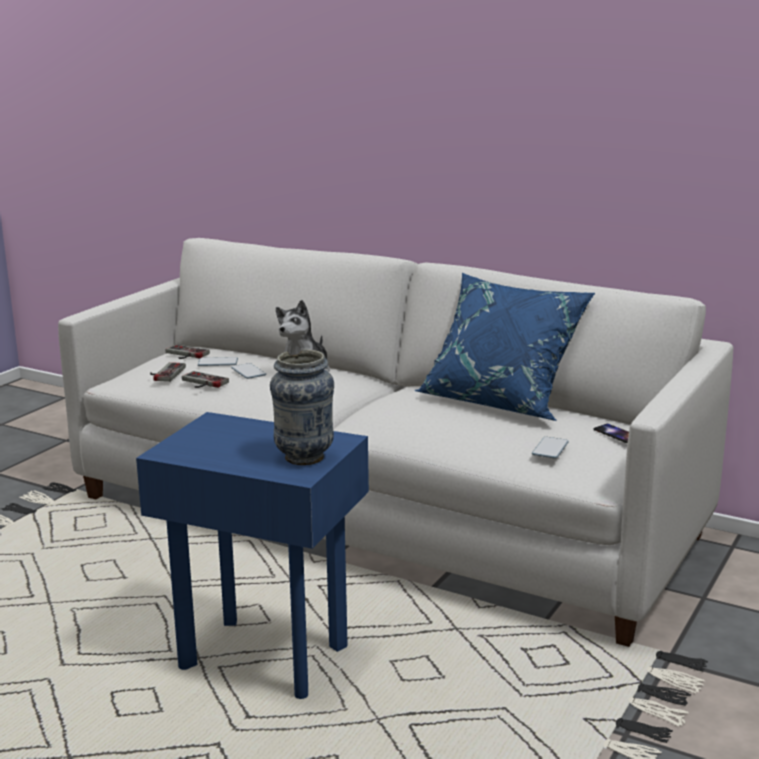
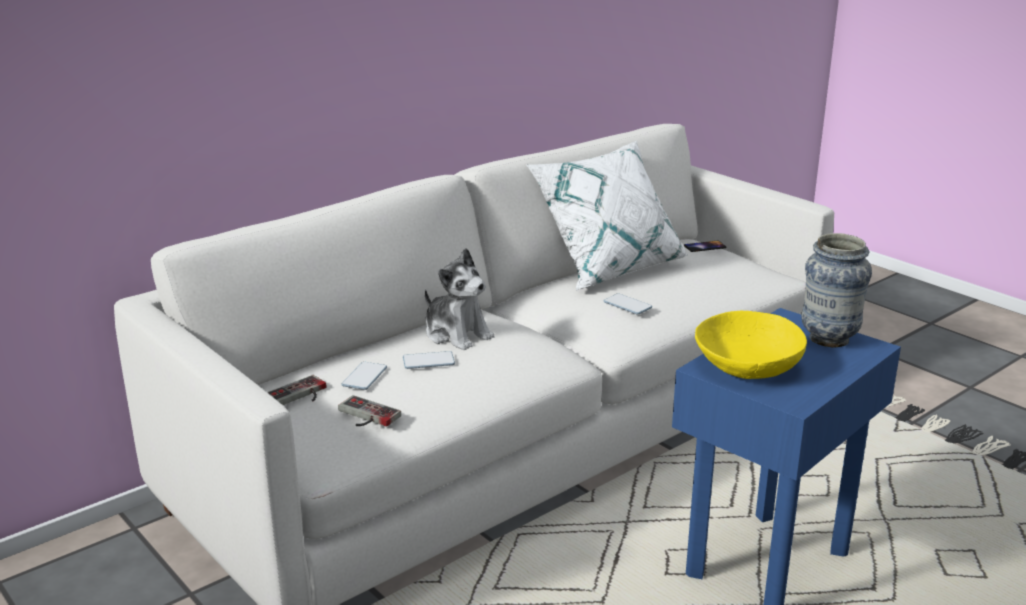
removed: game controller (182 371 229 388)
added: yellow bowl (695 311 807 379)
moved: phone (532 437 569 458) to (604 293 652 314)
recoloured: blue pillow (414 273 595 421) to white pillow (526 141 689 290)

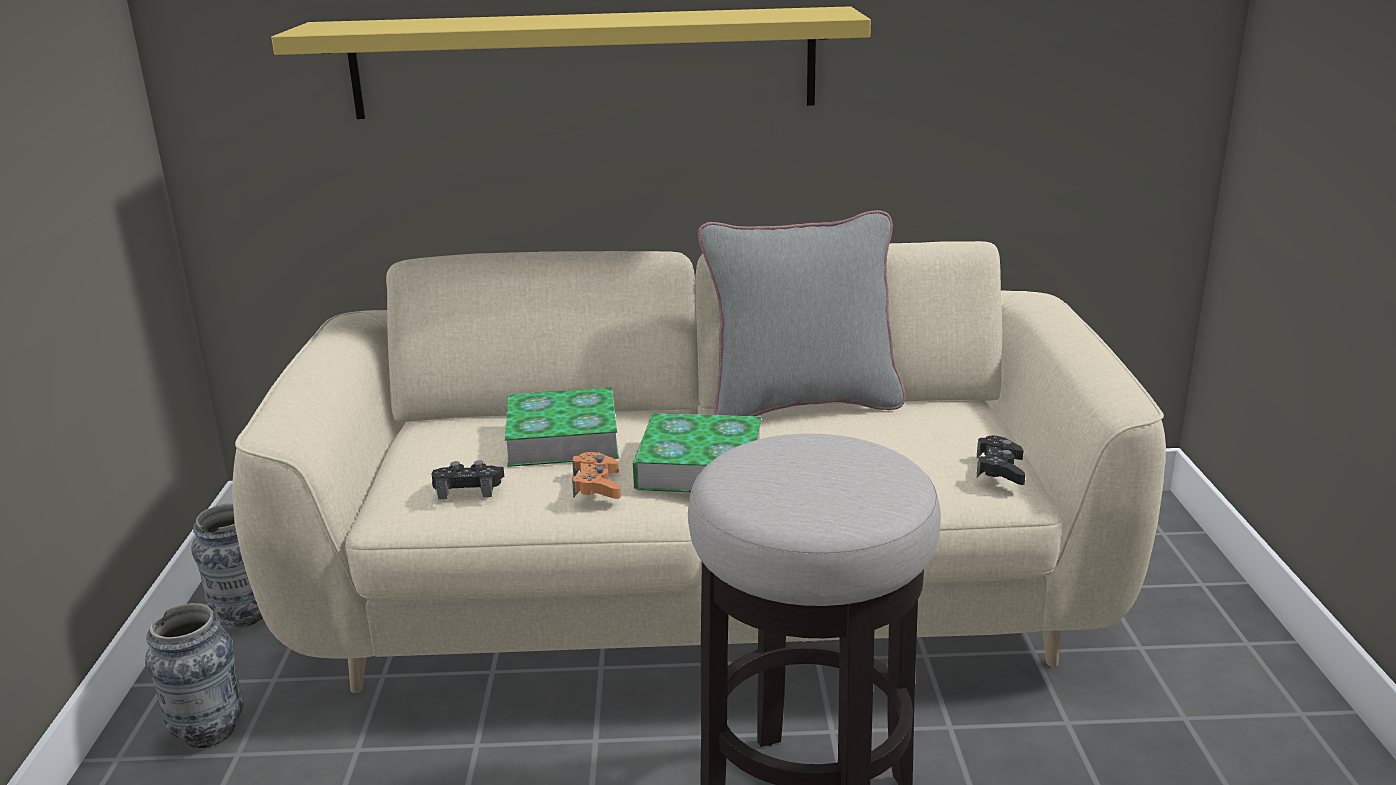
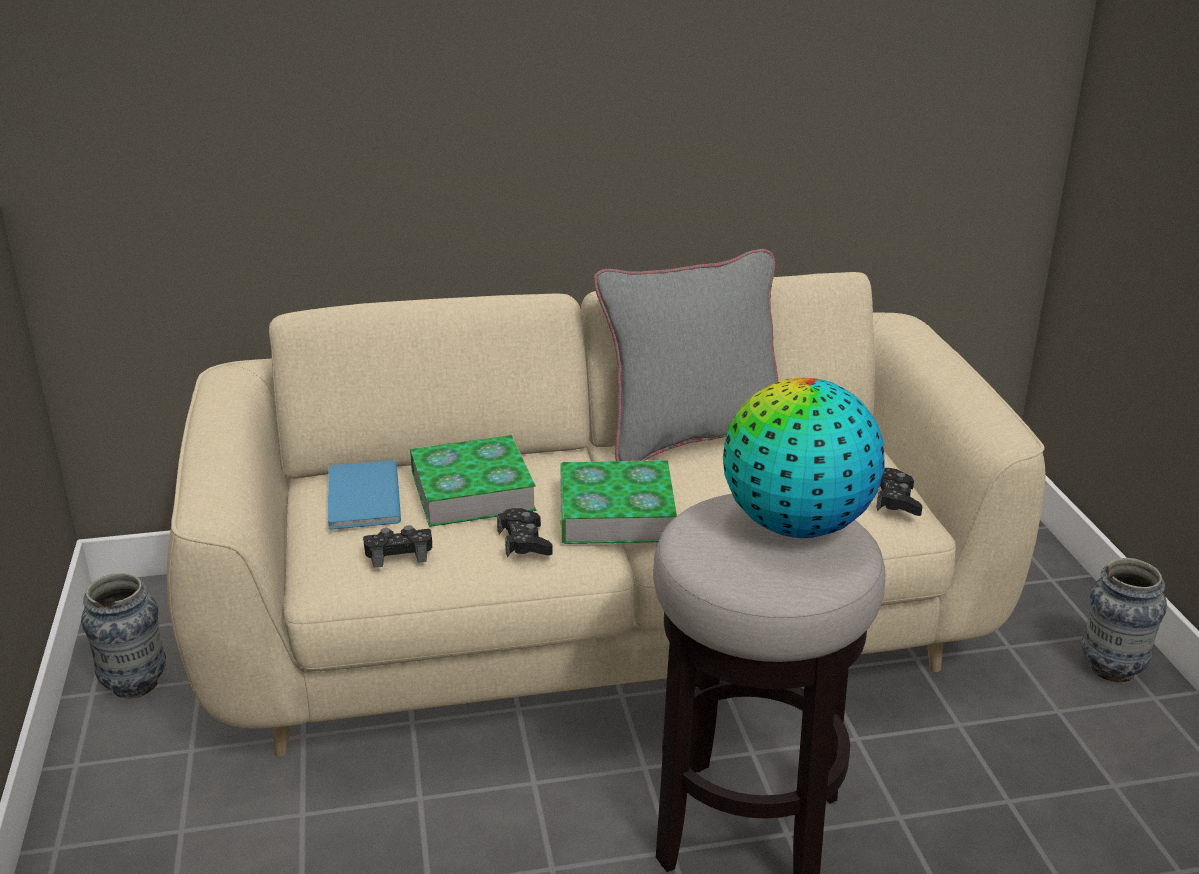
removed: yellow shelf (271 6 871 119)
added: globe (723 378 885 538); blue book (328 460 401 530)
moved: vase (145 603 244 748) to (1082 558 1167 682)
recoloured: orange game controller (572 452 621 499) to black game controller (497 508 553 558)

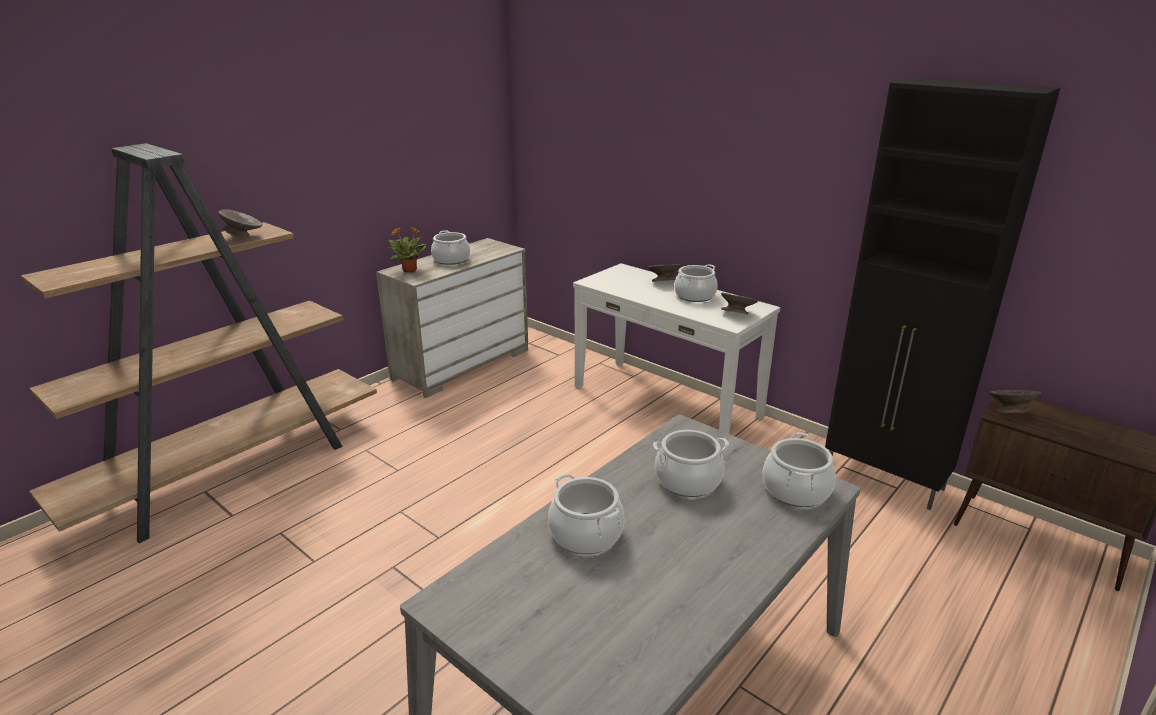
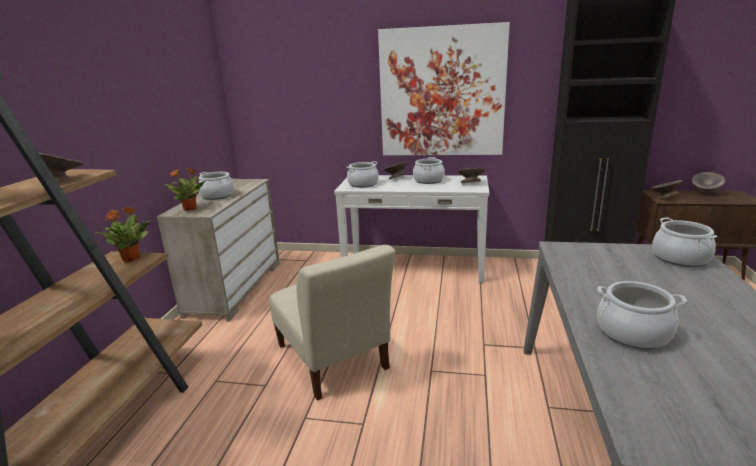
added: picture (378 22 510 155); grey bowl (692 172 726 195); potted plant (95 207 151 262); beige chair (269 245 396 400)
moved: cooking pot (653 430 729 497) to (347 161 379 188)

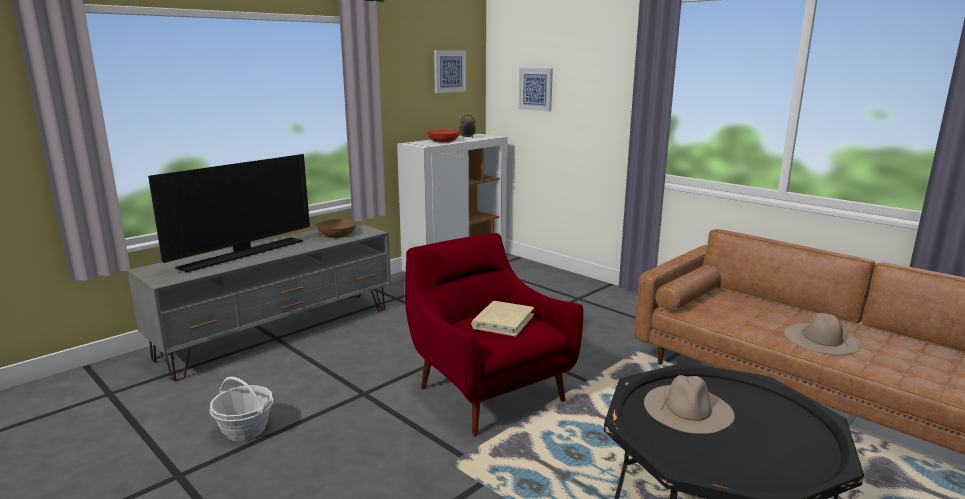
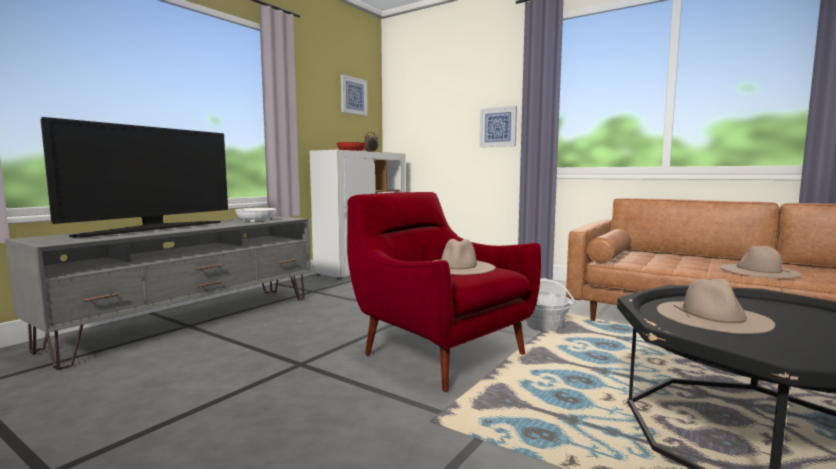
moved: picture (518 68 553 112) to (480 106 517 147); basket (210 377 273 441) to (525 279 575 331)
replaced: beige book (471 301 534 337) to beige hat (434 239 496 275)
recoloured: brown bowl (317 219 356 238) to white bowl (235 208 276 221)

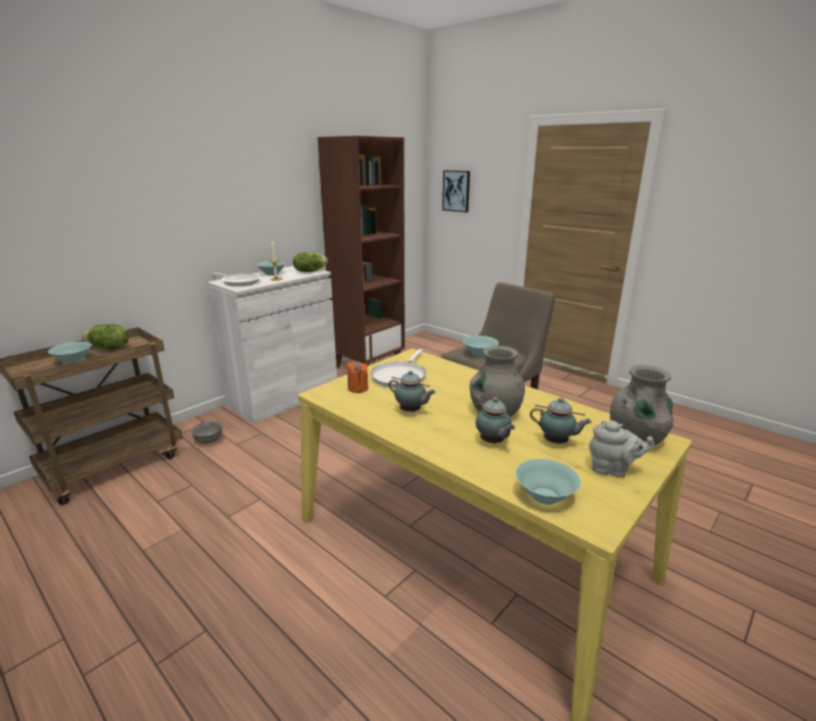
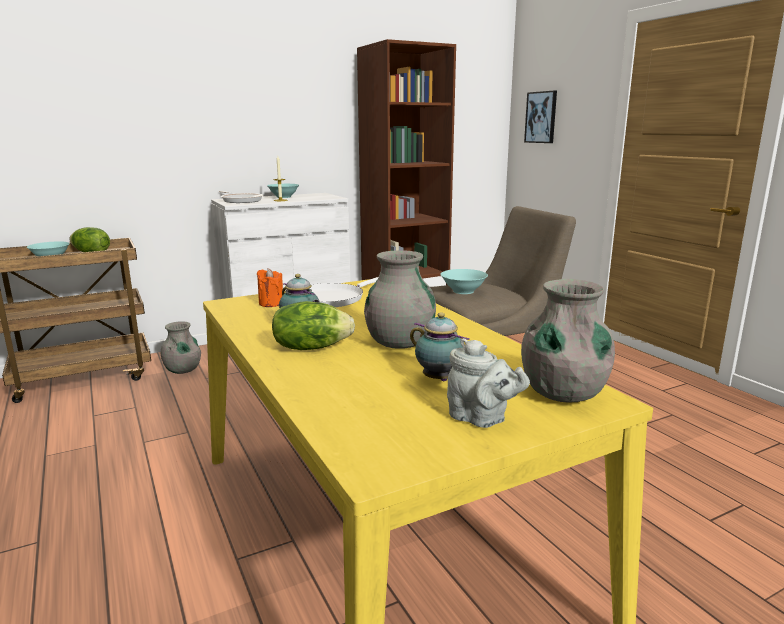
removed: teapot (476 397 515 444); turquoise bowl (516 459 581 505)
moved: lettuce (293 252 328 272) to (272 301 355 350)
replaced: grey bowl (191 421 223 444) to grey vase (161 321 201 374)

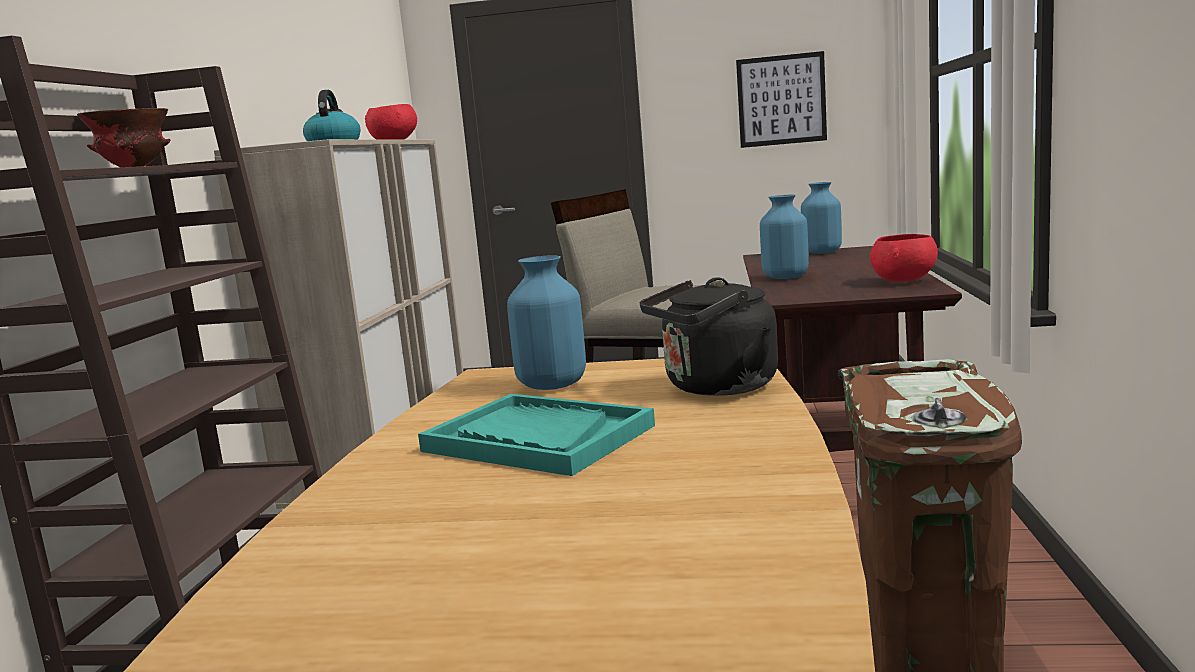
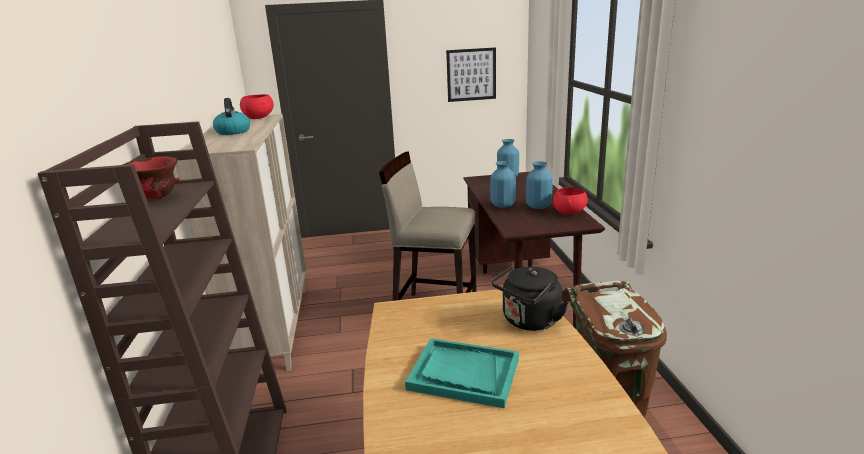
moved: blue vase (507 256 586 390) to (526 161 553 209)

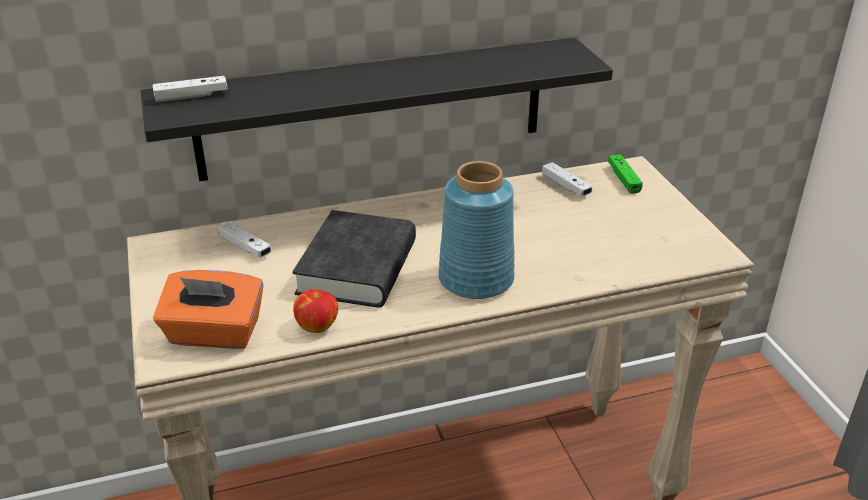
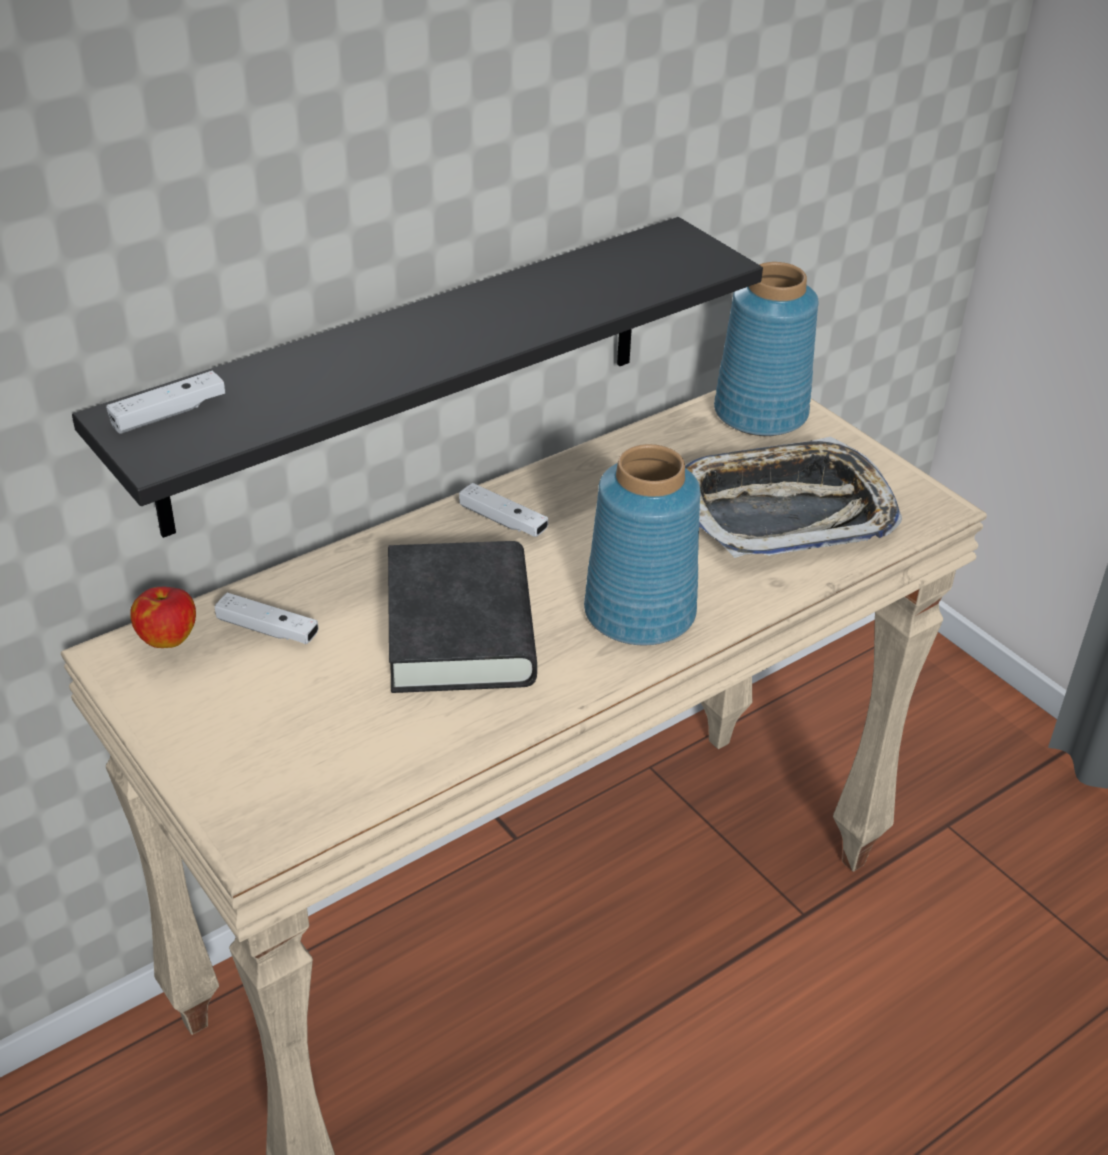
removed: orange tissue box (153 270 264 349)
added: tray (685 437 902 558)
moved: white game controller (542 162 592 196) to (459 483 548 537); apple (293 289 338 333) to (130 587 196 648)
replaced: green game controller (608 154 643 194) to blue vase (714 262 819 436)

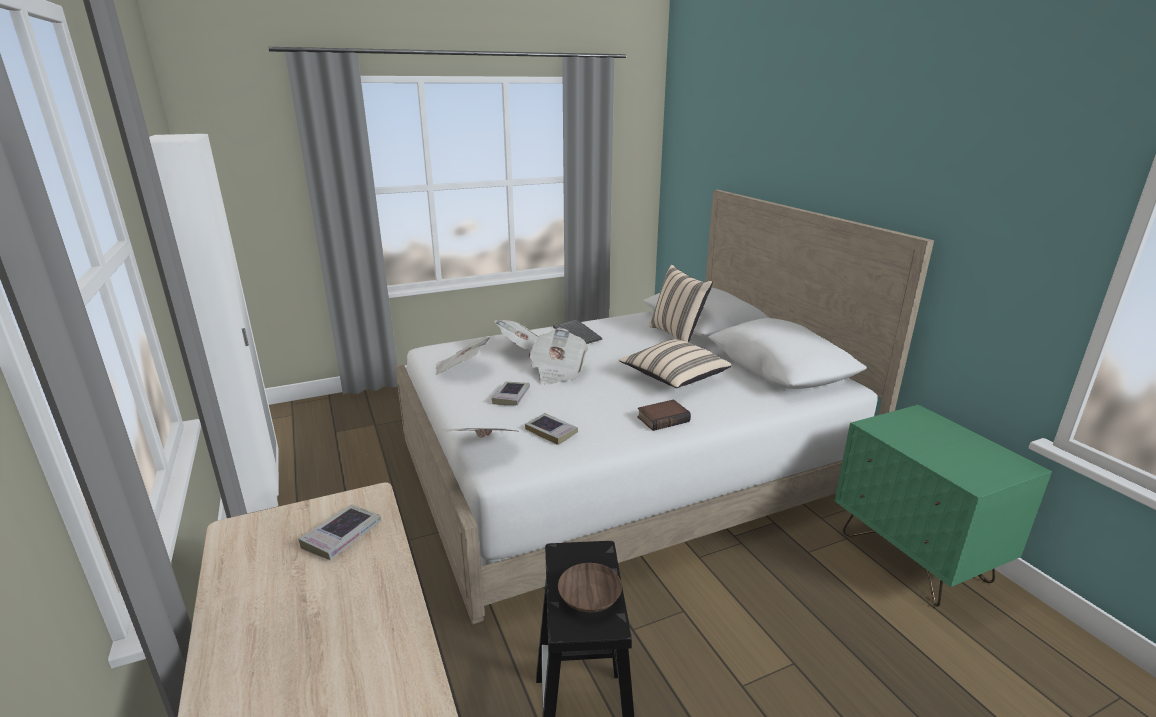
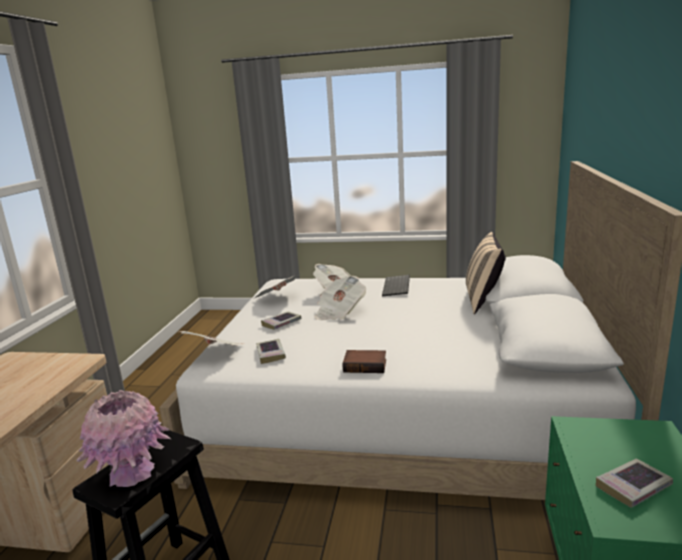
removed: white wardrobe (149 134 279 513); beige pillow (619 339 732 388)
moved: book (298 504 381 560) to (596 458 673 508)
replaced: brown bowl (558 563 622 613) to pink vase (76 390 171 487)

